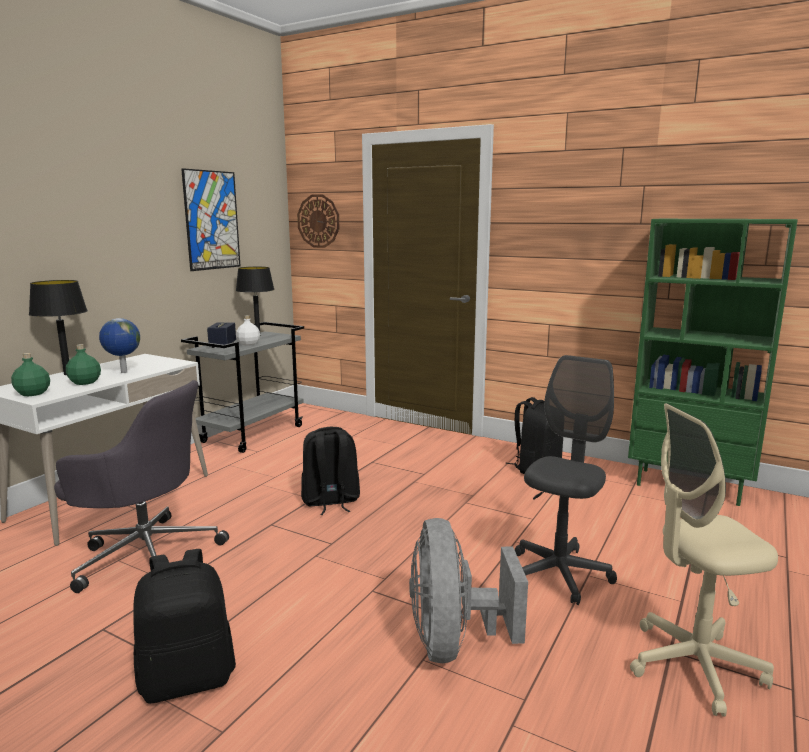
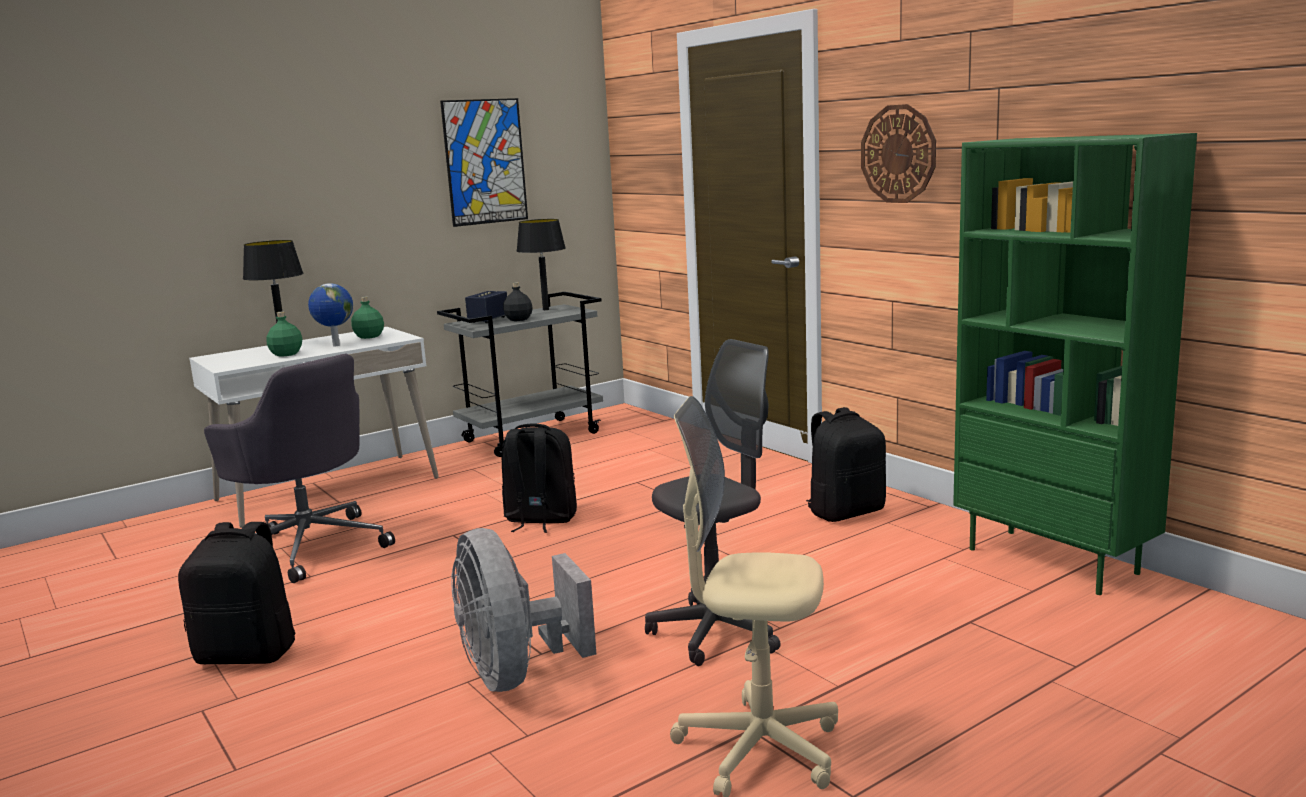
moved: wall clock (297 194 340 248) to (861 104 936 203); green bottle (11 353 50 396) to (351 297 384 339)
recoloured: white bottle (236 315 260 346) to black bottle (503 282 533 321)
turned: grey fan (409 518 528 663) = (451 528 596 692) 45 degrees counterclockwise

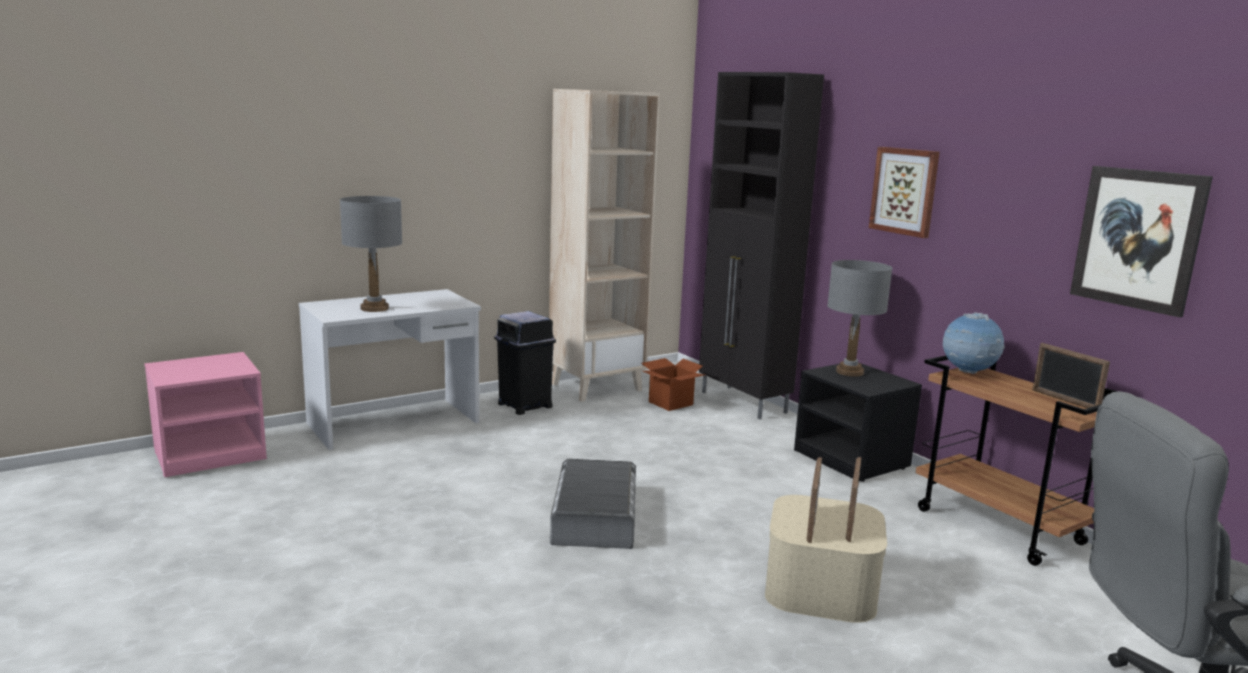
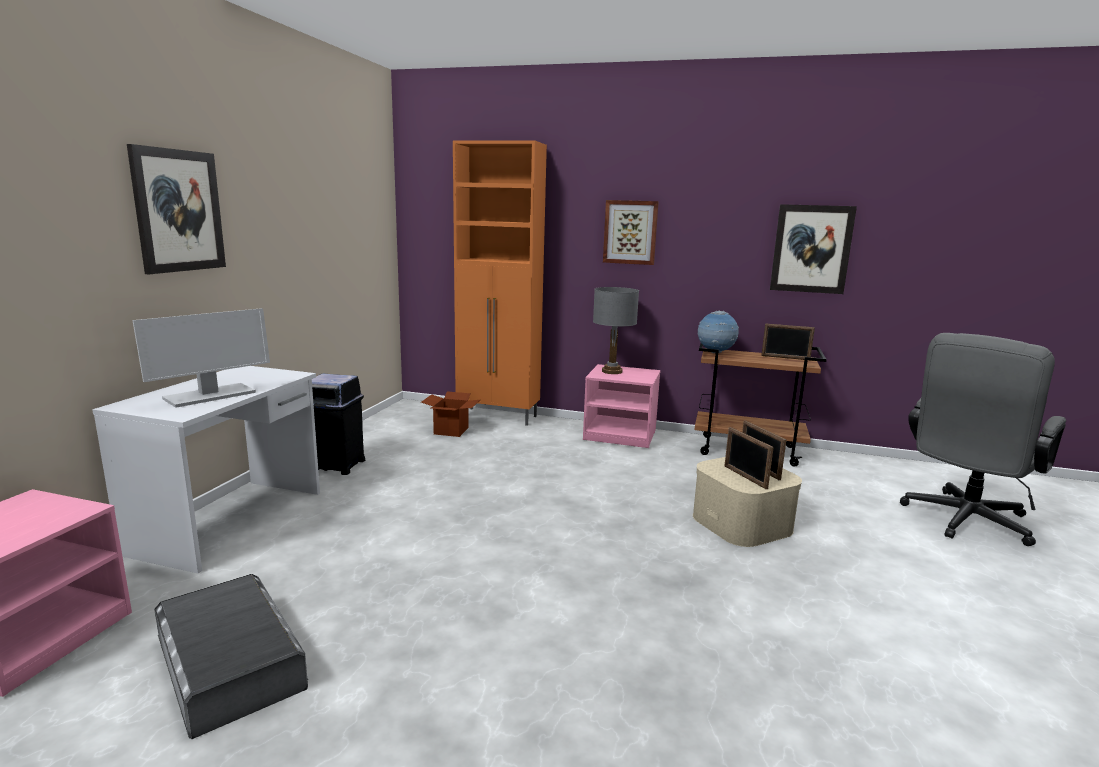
removed: beige bookcase (549 89 660 402)
added: picture (127 144 226 274)
moved: grey storage box (550 459 636 549) to (154 574 308 739)
replaced: grey table lamp (340 196 402 312) to monitor (132 308 270 408)
recoloured: black cabinet (699 72 824 420) to orange cabinet (453 140 547 426); black nightstand (794 362 922 482) to pink nightstand (583 364 661 448)

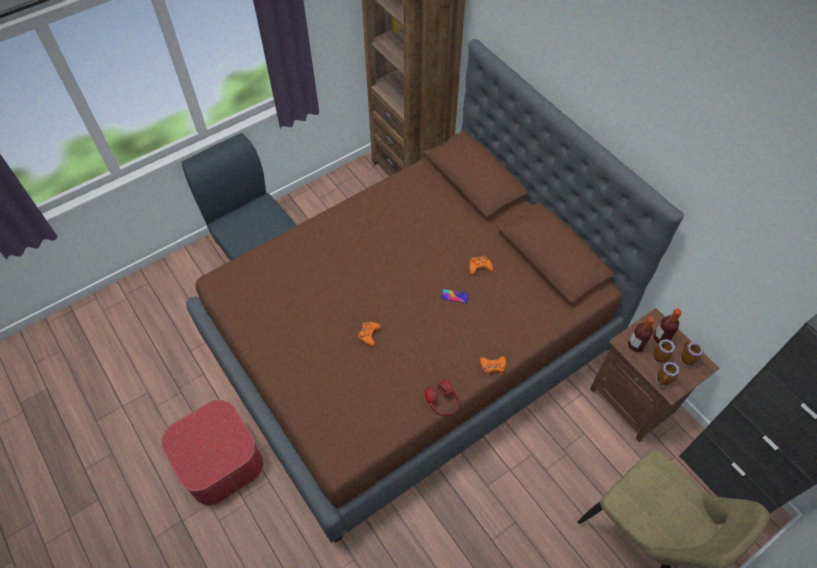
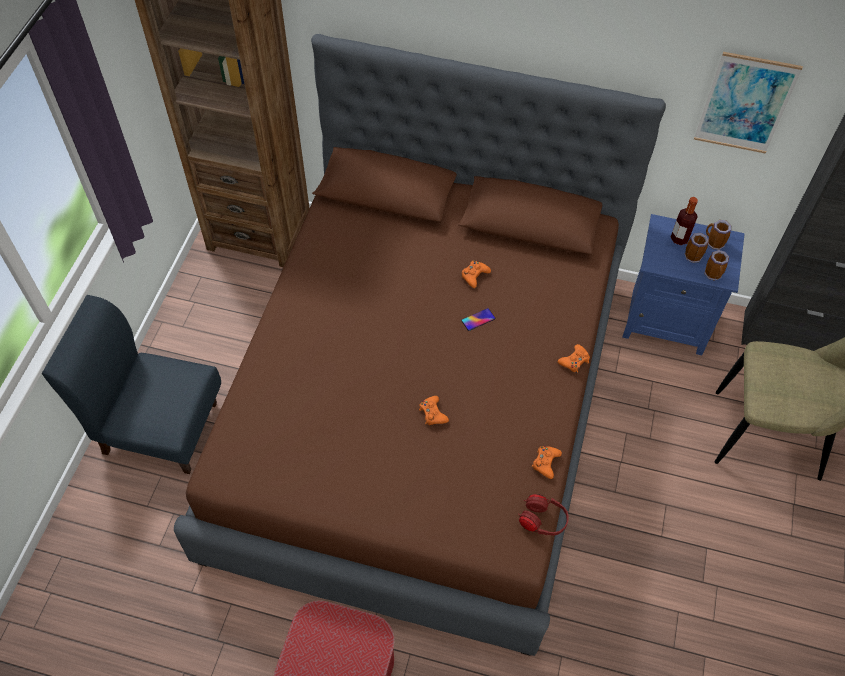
removed: bottle (627 316 655 352)
added: picture (694 52 803 154); orange game controller (532 446 562 479)
moved: red headphones (425 380 459 416) to (518 494 569 536)
recoloured: brown nightstand (590 308 719 442) to blue nightstand (622 214 745 355)

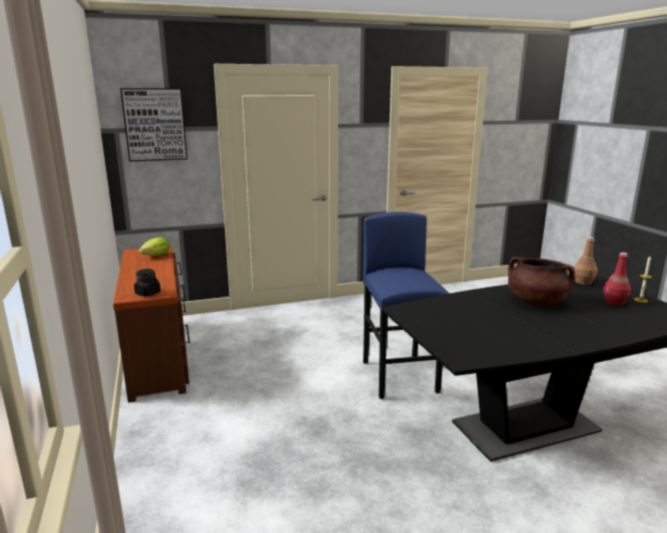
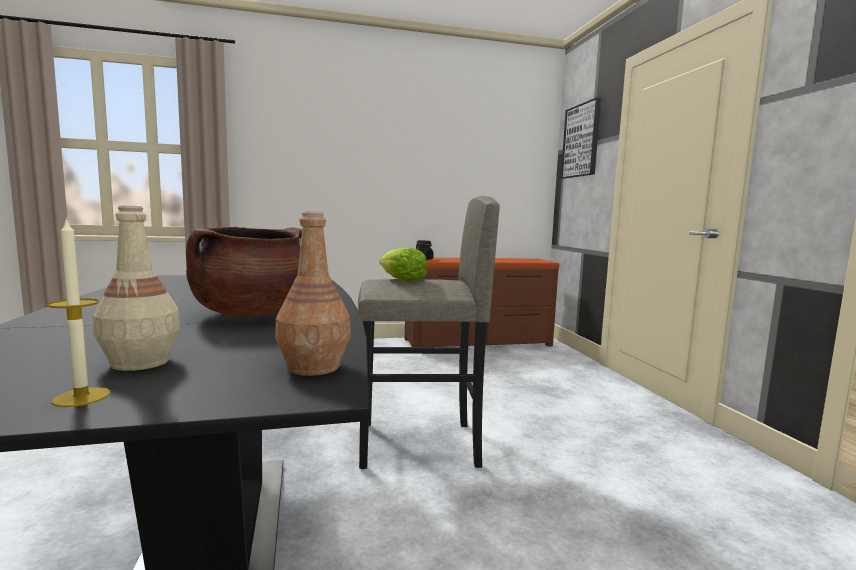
moved: lettuce (139 237 170 256) to (379 248 427 282)
recoloured: blue stool (363 212 449 399) to grey stool (358 196 500 469); red bottle (603 252 631 305) to beige bottle (93 205 180 371)

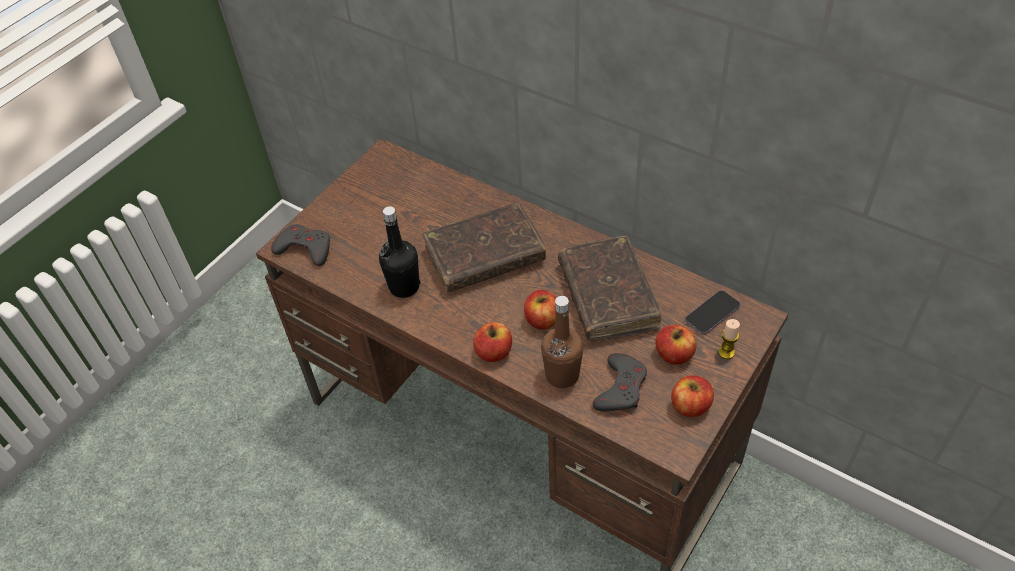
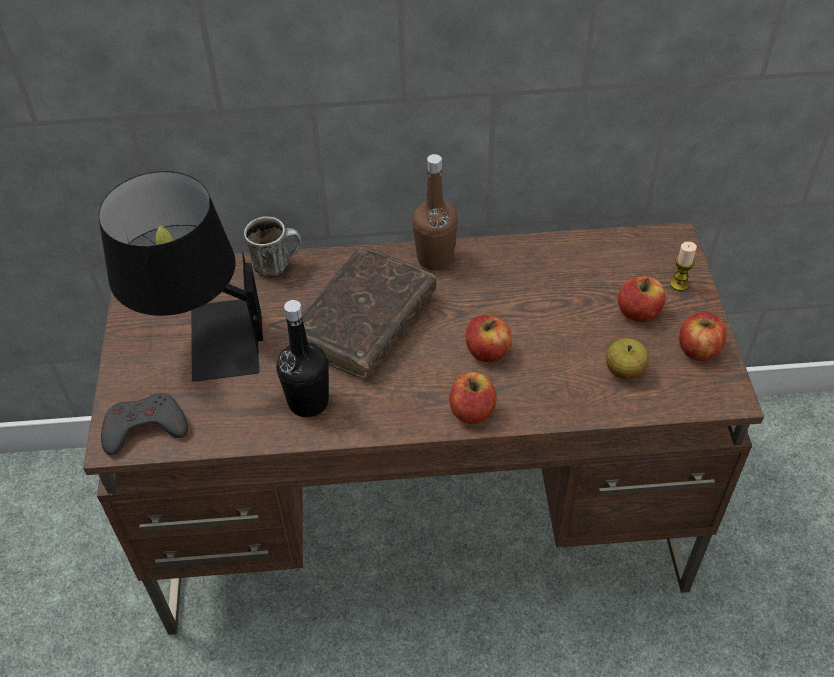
removed: brown book (558 235 661 341); phone (685 290 740 335)
added: black table lamp (99 171 263 382); mug (244 216 302 278)
moved: brown bottle (541 296 584 388) to (412 154 458 270)
replaced: grey game controller (593 353 647 411) to apple (606 338 649 379)

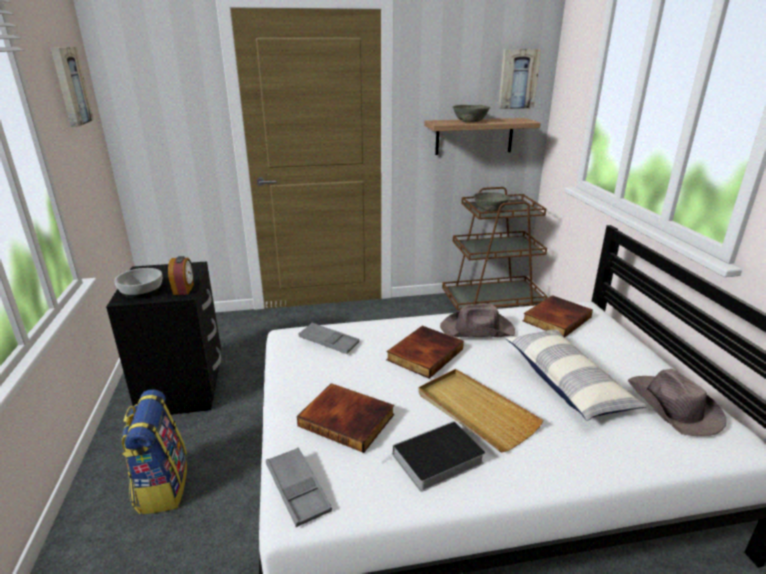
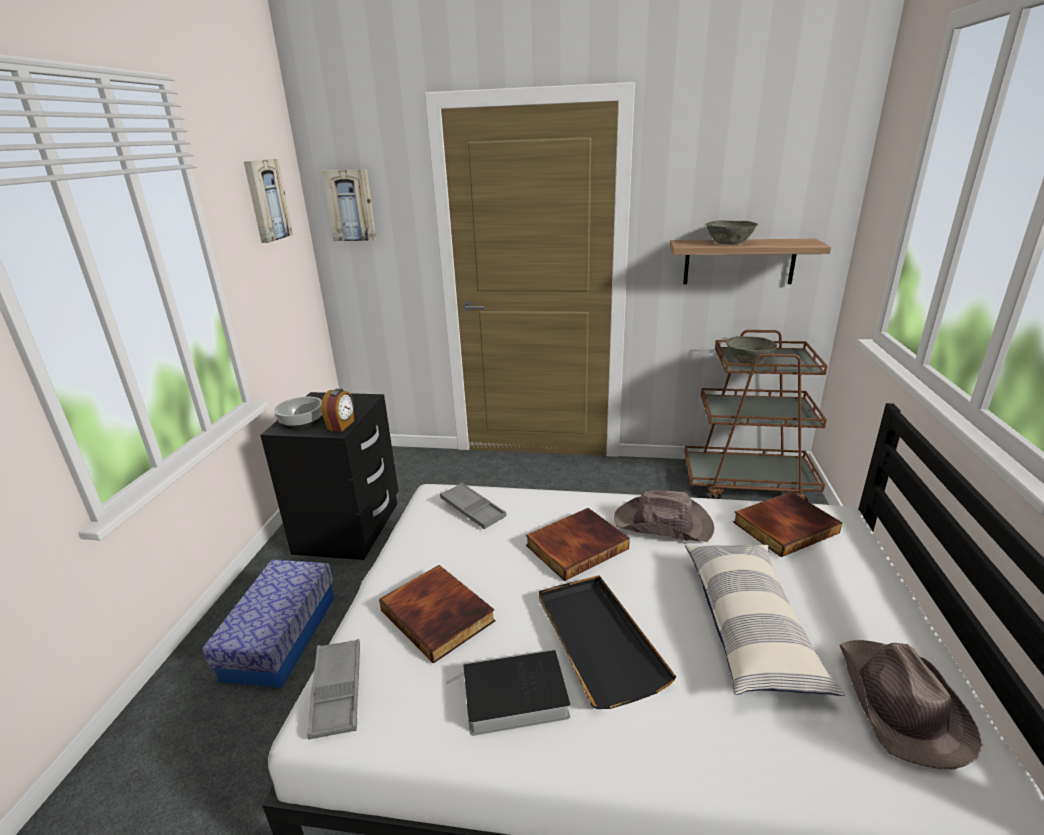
moved: picture (498 49 541 109) to (321 169 377 241)
replaced: backpack (122 389 187 514) to storage box (203 560 334 688)
recoloured: beige tray (418 369 543 452) to black tray (539 575 676 709)

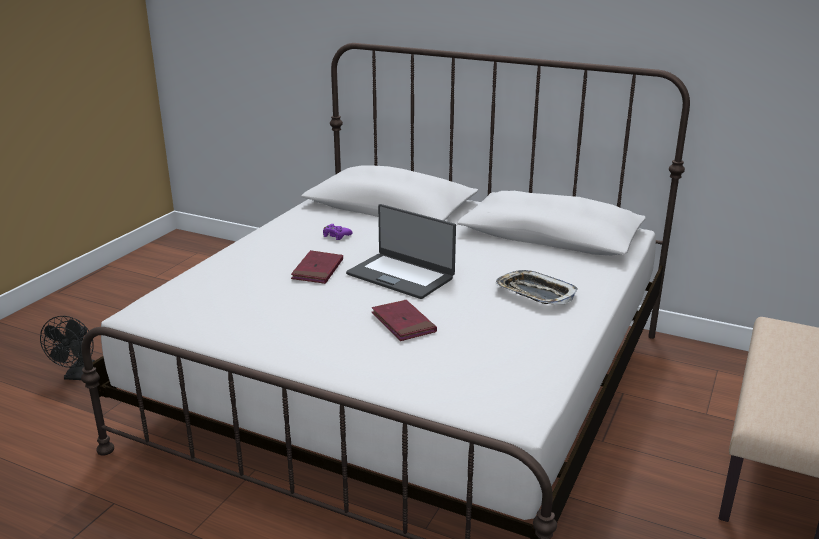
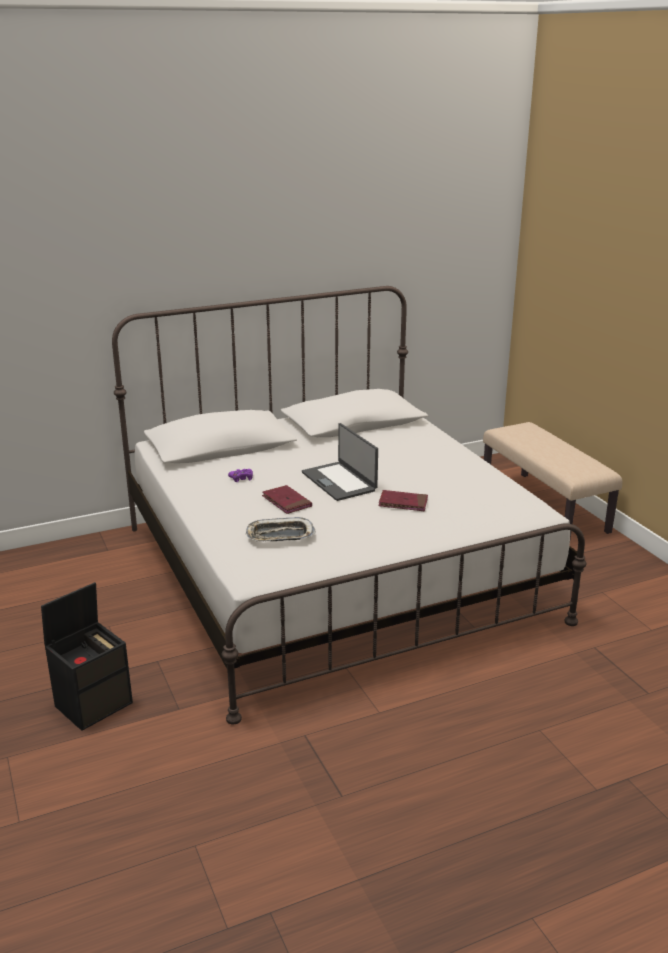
moved: tray (495 270 578 305) to (246 517 316 541)
replaced: black fan (40 316 95 380) to black storage box (41 582 133 731)
turned: laptop (346 204 456 299) = (302 423 378 501) 75 degrees clockwise

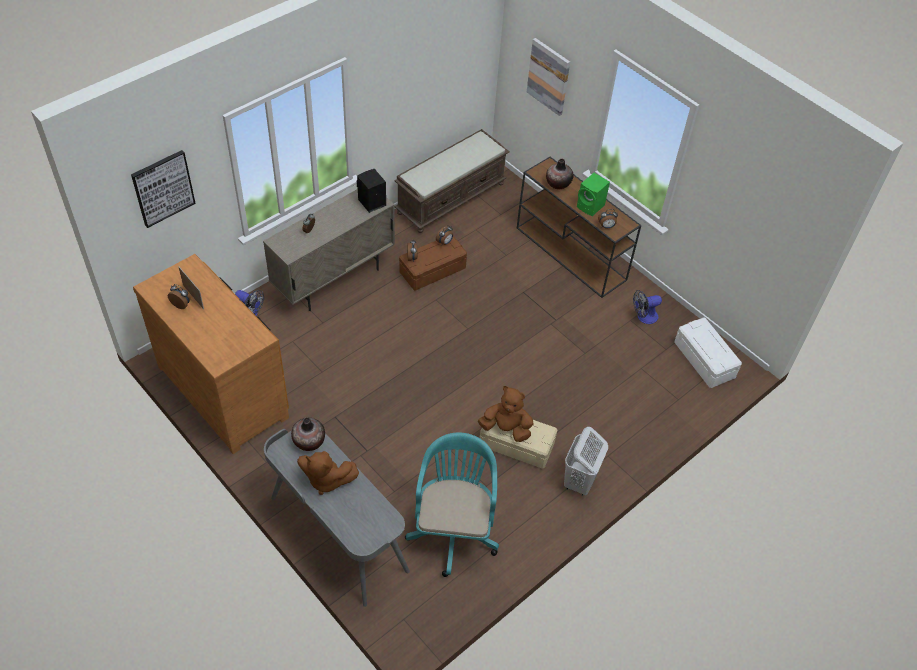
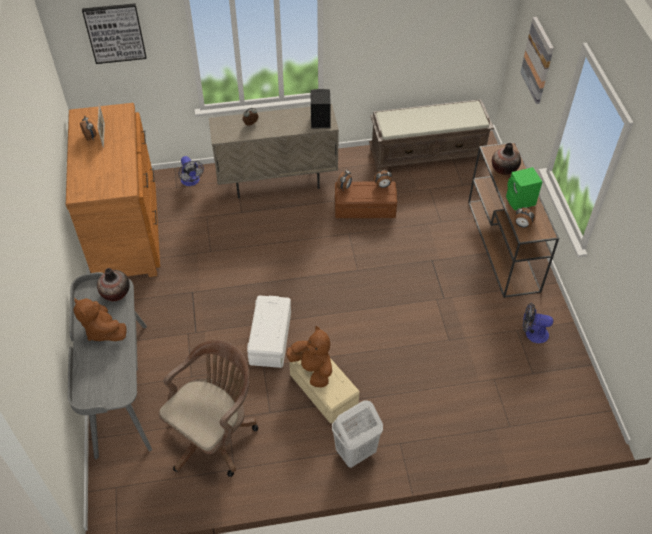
moved: white storage box (674 317 742 388) to (247 295 291 368)
recoloured: turquoise office chair (405 432 499 577) to brown office chair (158 340 258 477)

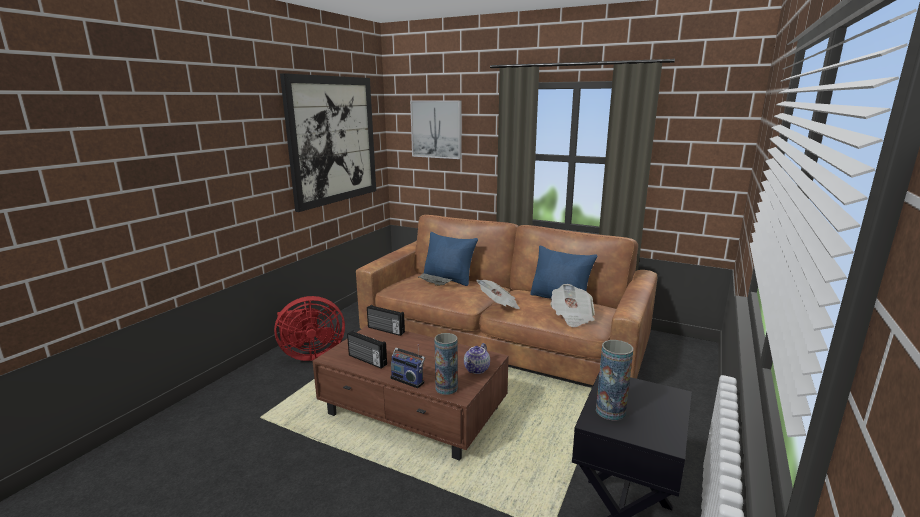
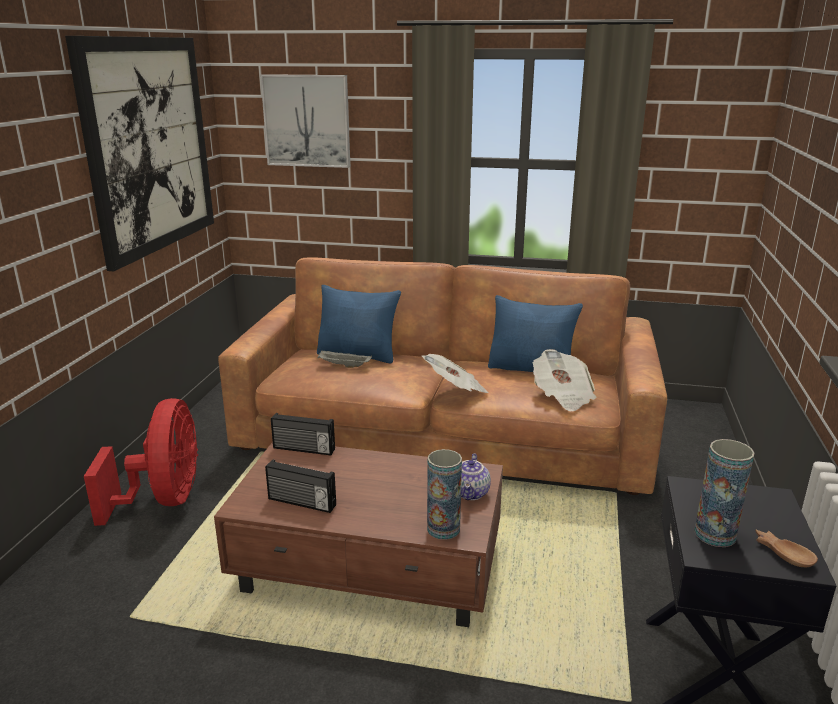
removed: radio (390 344 425 388)
added: brown bowl (755 530 818 567)
turned: red fan (274 296 345 361) = (84 398 198 526) 60 degrees counterclockwise

